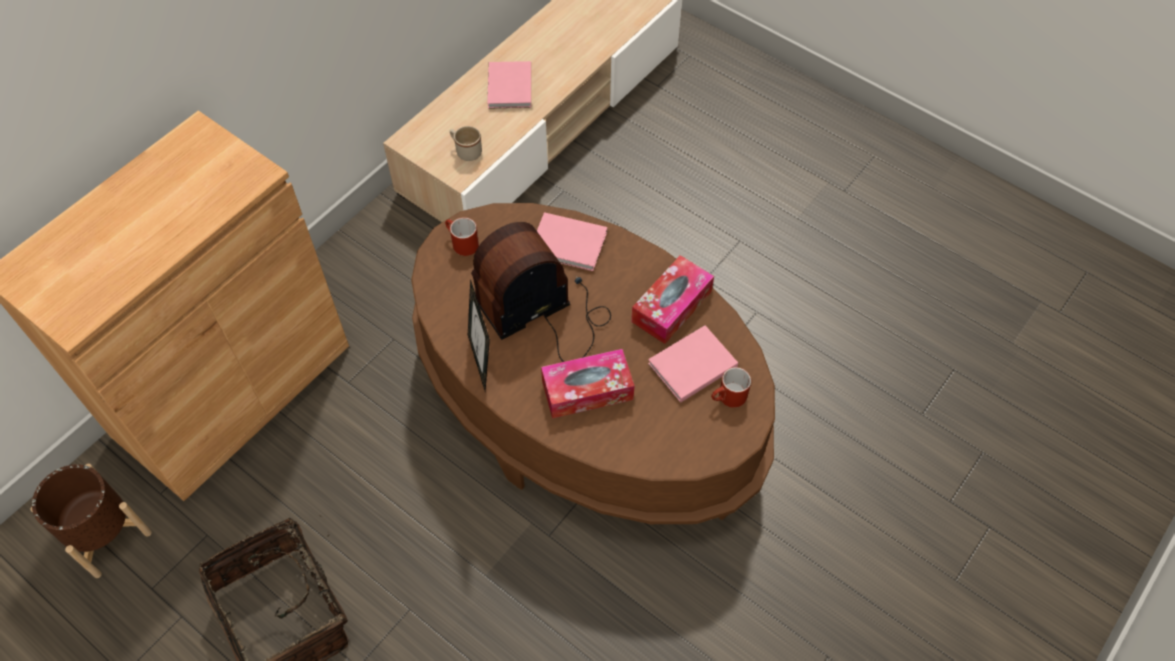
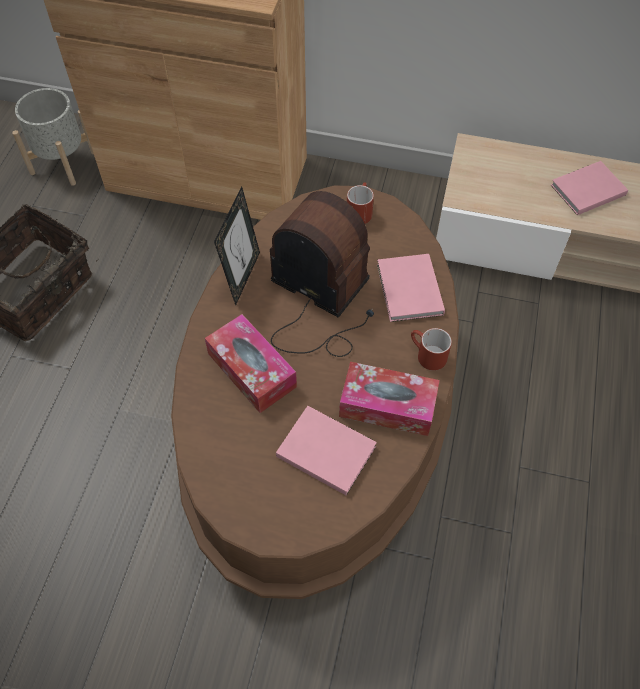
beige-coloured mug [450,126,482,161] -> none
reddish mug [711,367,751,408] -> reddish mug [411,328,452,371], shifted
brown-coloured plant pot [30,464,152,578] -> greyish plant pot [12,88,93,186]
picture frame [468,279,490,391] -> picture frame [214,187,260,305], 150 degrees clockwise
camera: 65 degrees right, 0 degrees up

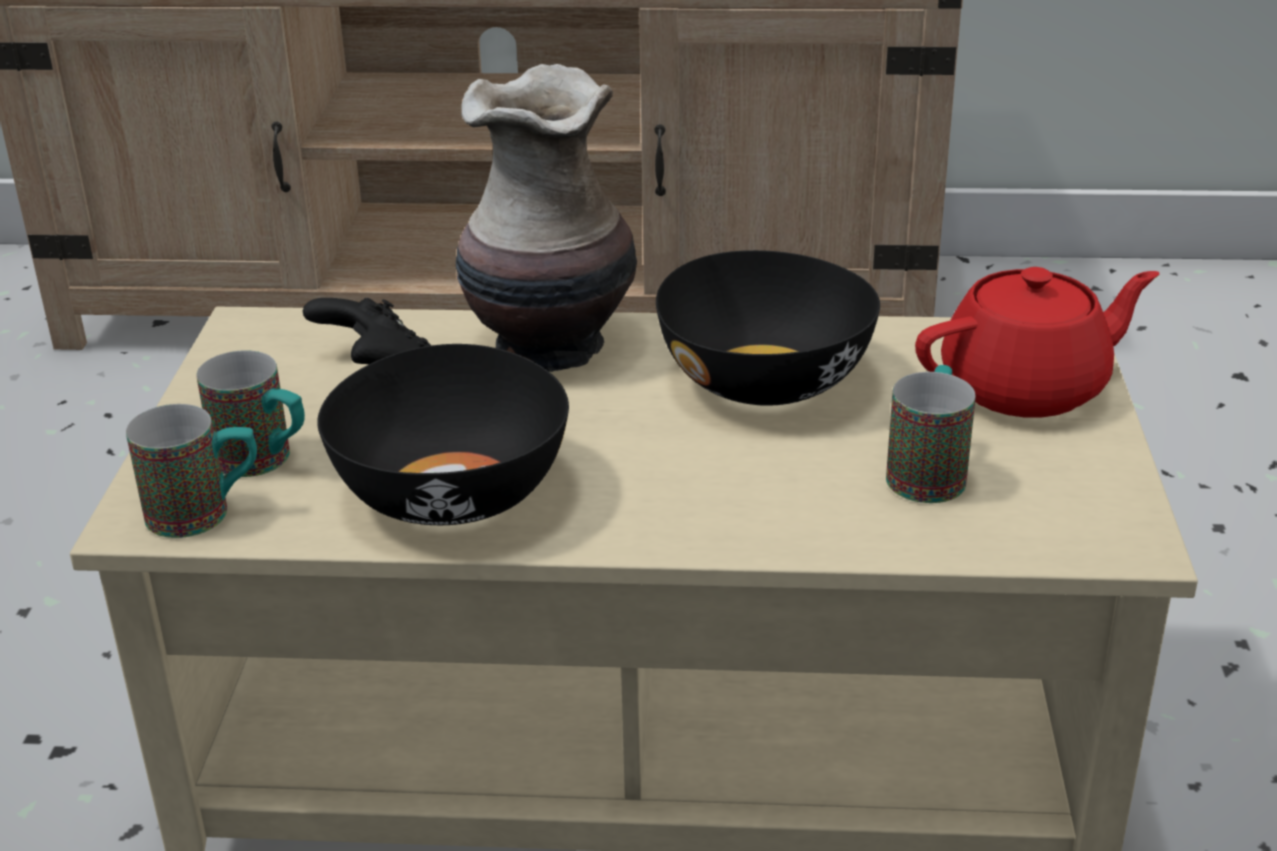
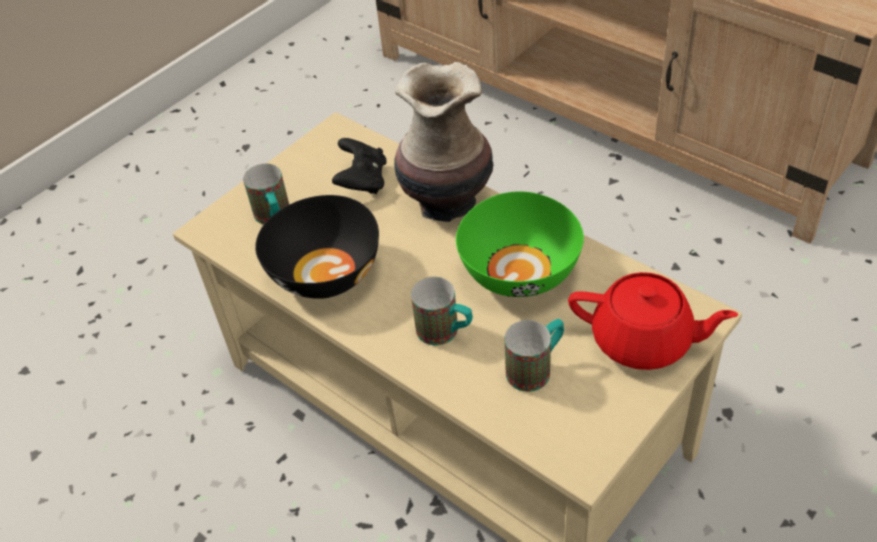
mug [126,404,257,538] -> mug [411,277,473,345], shifted
black-coloured bowl [656,250,880,406] -> green bowl [456,192,584,297]
camera: 40 degrees right, 15 degrees up

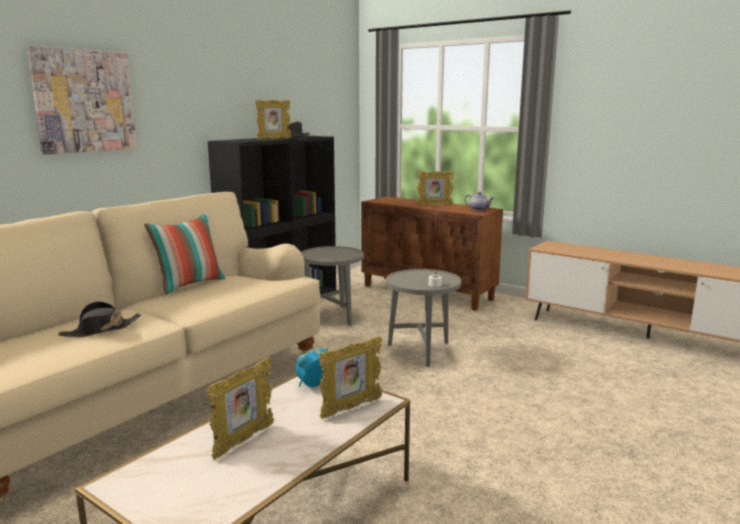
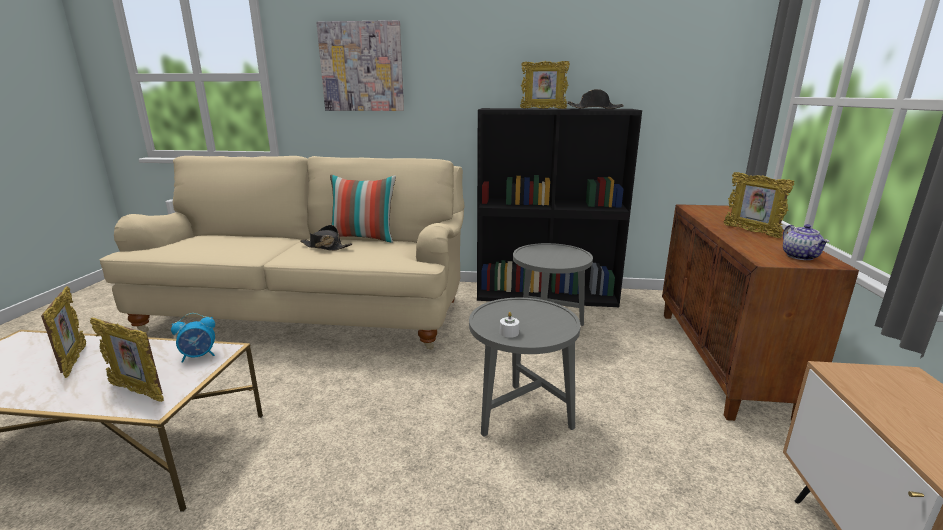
black-coloured clothing hat [58,302,141,337] -> black-coloured clothing hat [300,225,352,251], shifted
picture frame [207,357,274,459] -> picture frame [41,286,86,378], 120 degrees counterclockwise
alarm clock [296,346,329,387] -> alarm clock [171,313,215,363], 135 degrees clockwise
camera: 60 degrees right, 5 degrees up

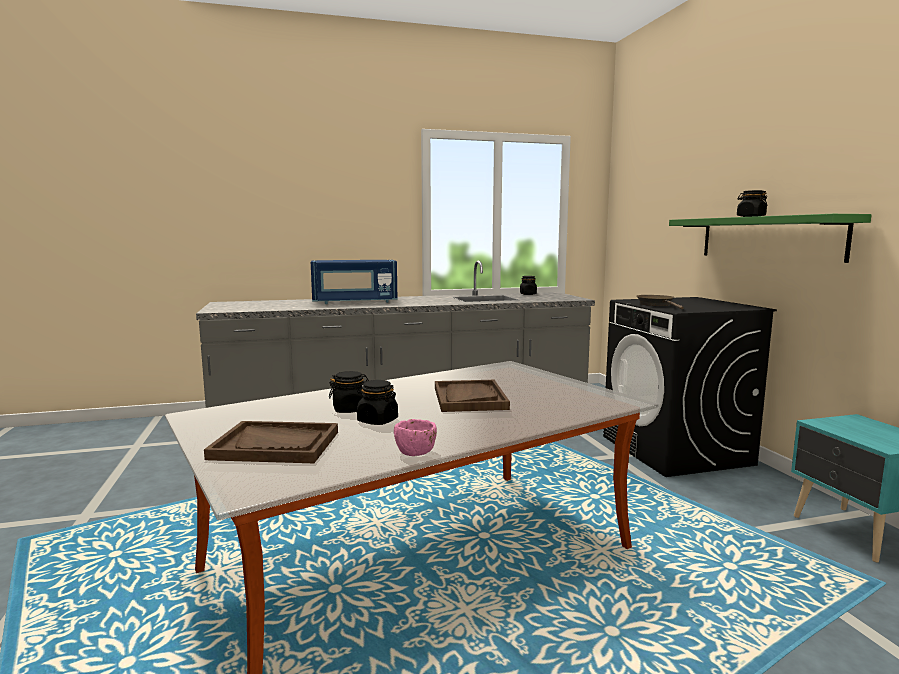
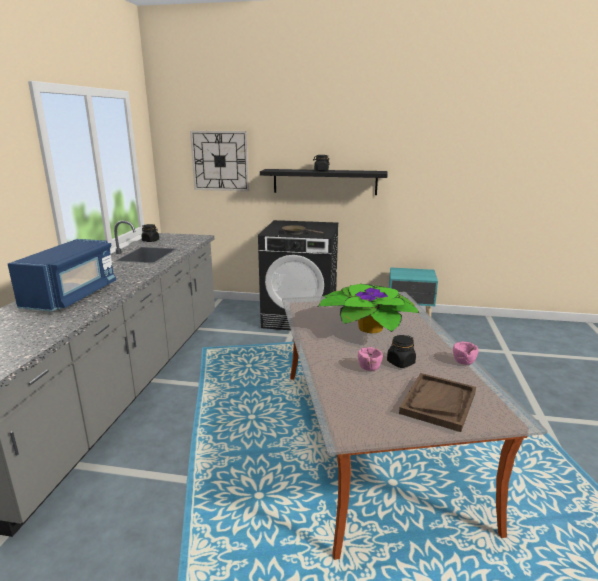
none -> hanging clock [190,131,249,191]
black-coloured jar [329,371,369,413] -> pink-coloured bowl [358,347,383,371]
brown-coloured serving tray [435,380,510,412] -> plant in a pot [318,284,419,333]
green bracket shelf [669,214,872,263] -> black-coloured bracket shelf [260,169,388,195]
camera: 65 degrees left, 10 degrees up

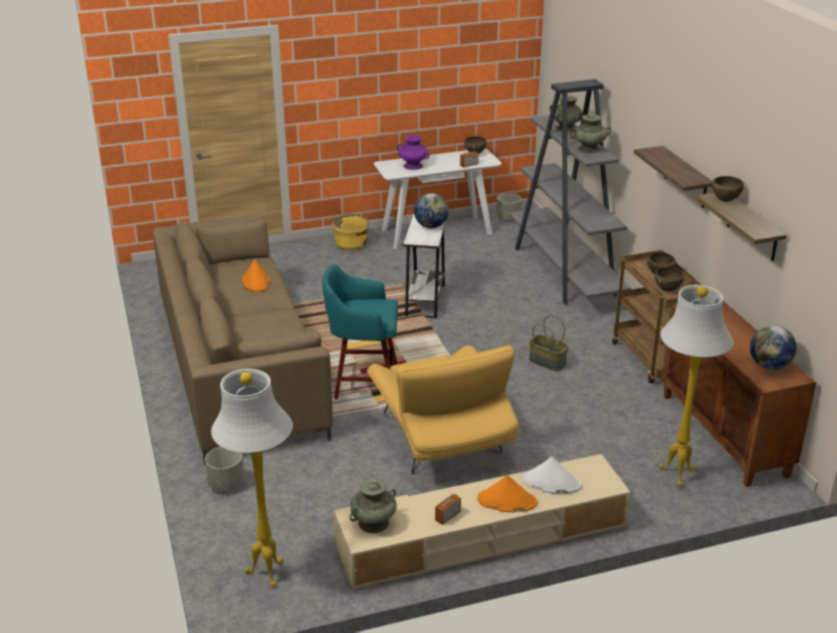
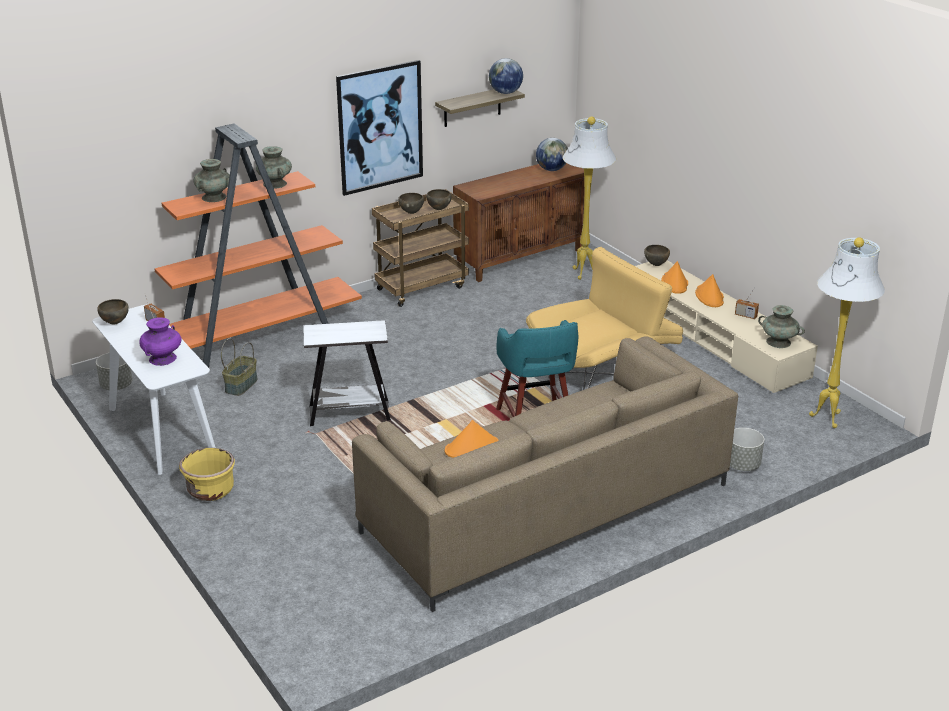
desk globe [414,193,449,229] -> desk globe [489,58,523,94], shifted
storage basket [529,315,569,371] -> storage basket [221,338,258,396], shifted
brown-coloured bowl [712,176,744,202] -> brown-coloured bowl [644,245,670,266], shifted
bracket shelf [634,146,713,208] -> picture [336,60,423,196]
greyish bookcase [509,79,631,305] -> orange-coloured bookcase [155,123,362,368]
whitish clothing hat [523,457,581,494] -> orange-coloured clothing hat [661,261,688,294]
camera: 105 degrees left, 0 degrees up

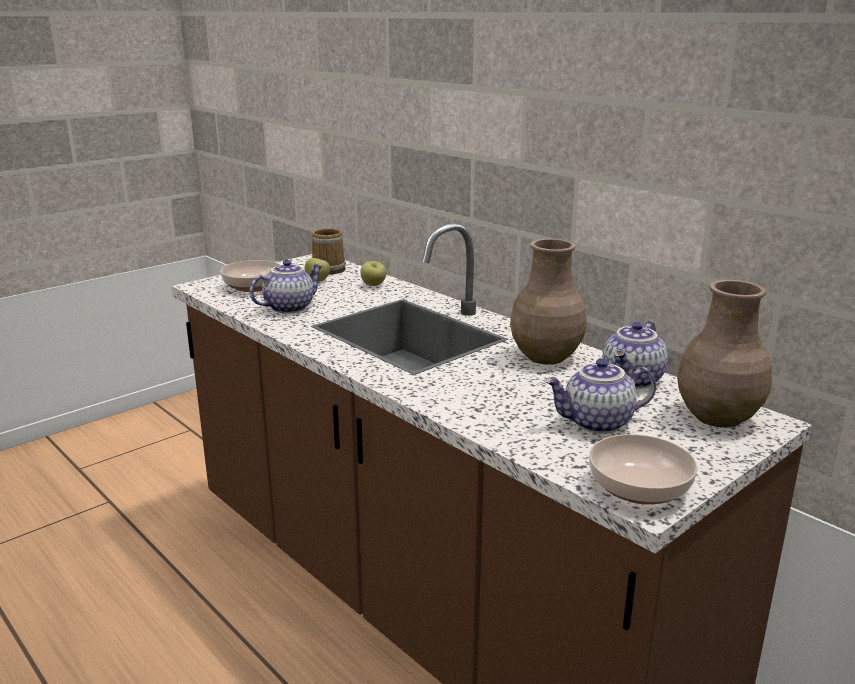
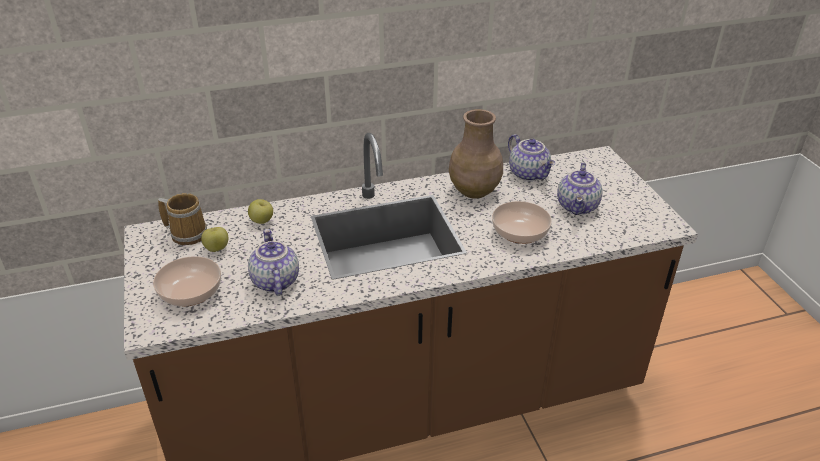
brown-coloured vase [677,280,772,428] -> none
bowl [589,434,698,504] -> bowl [492,201,552,244], shifted
camera: 65 degrees left, 15 degrees up

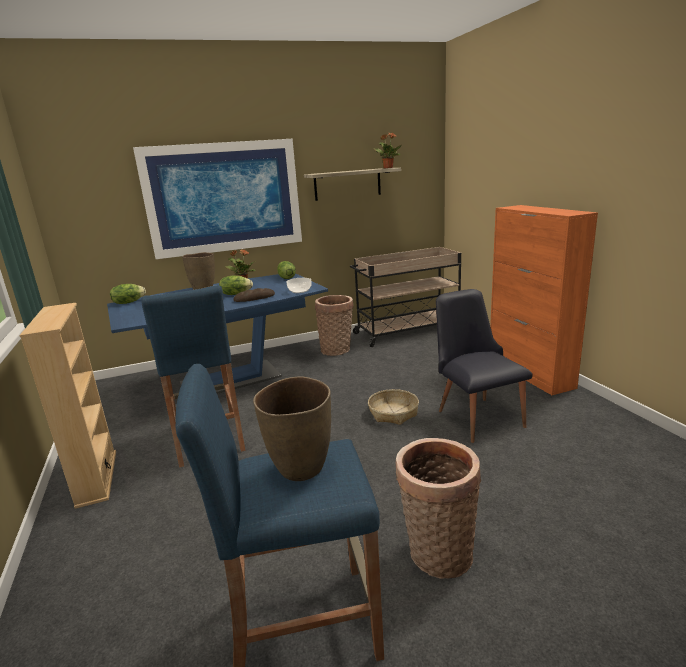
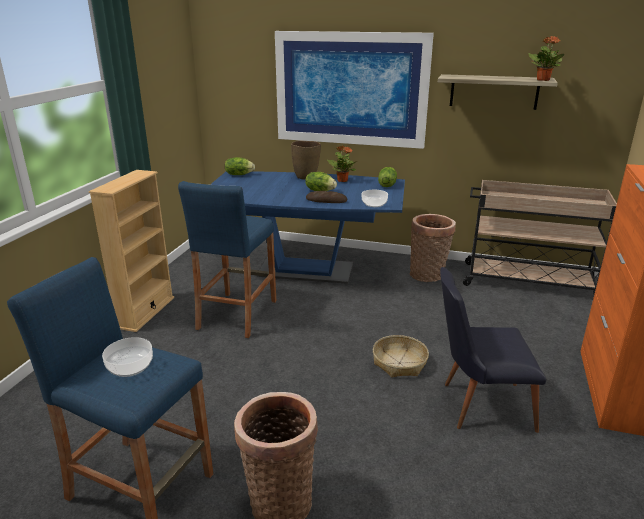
brown-coloured vase [253,376,331,481] -> bowl [102,337,153,377]
black-coloured chair [436,289,533,443] -> black-coloured chair [440,267,546,433], 105 degrees counterclockwise
camera: 35 degrees right, 5 degrees up

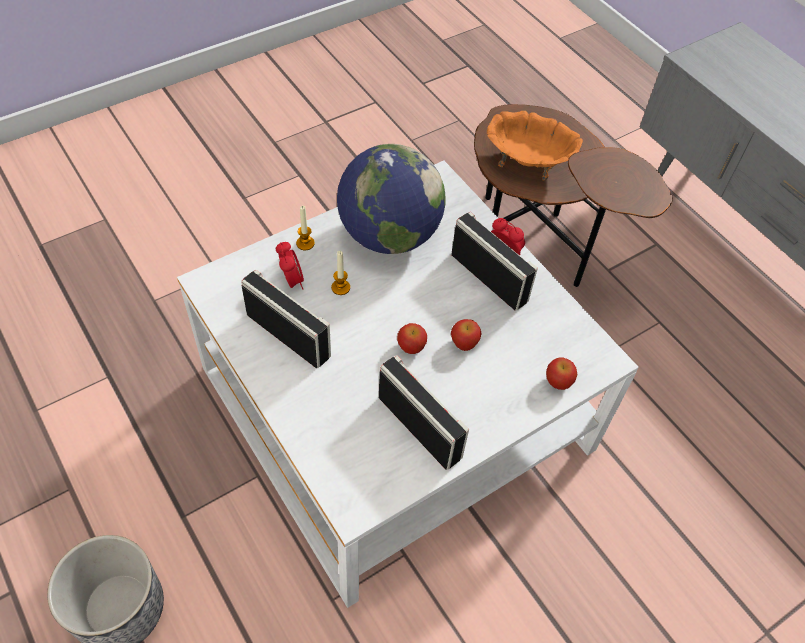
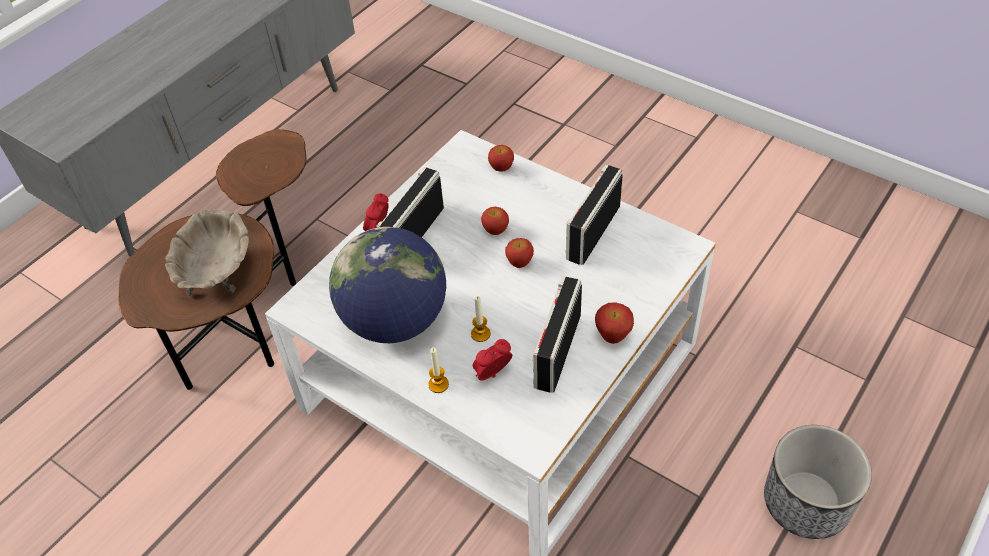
none -> apple fruit [595,302,634,344]
orange-coloured bowl [487,111,583,181] -> beige-coloured bowl [165,210,249,296]
camera: 105 degrees left, 5 degrees down

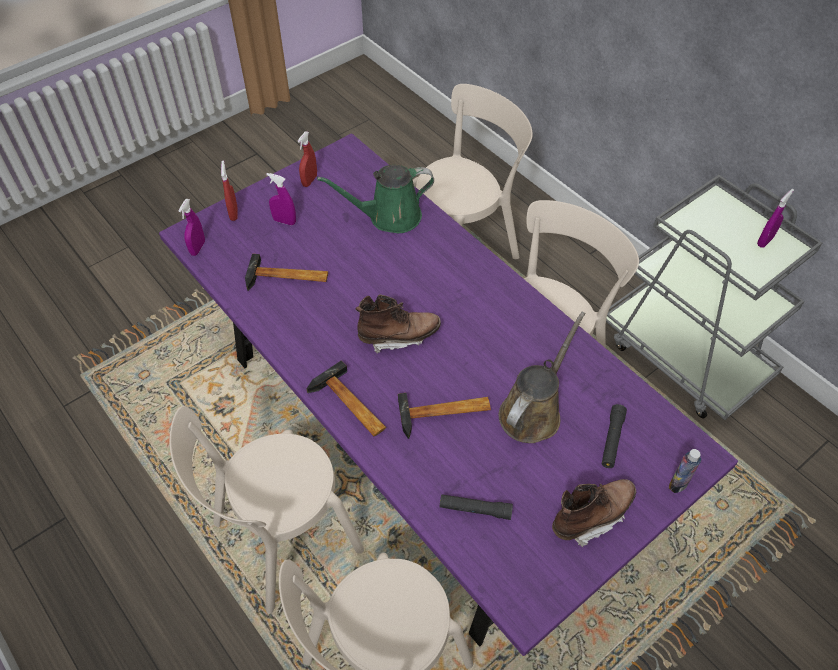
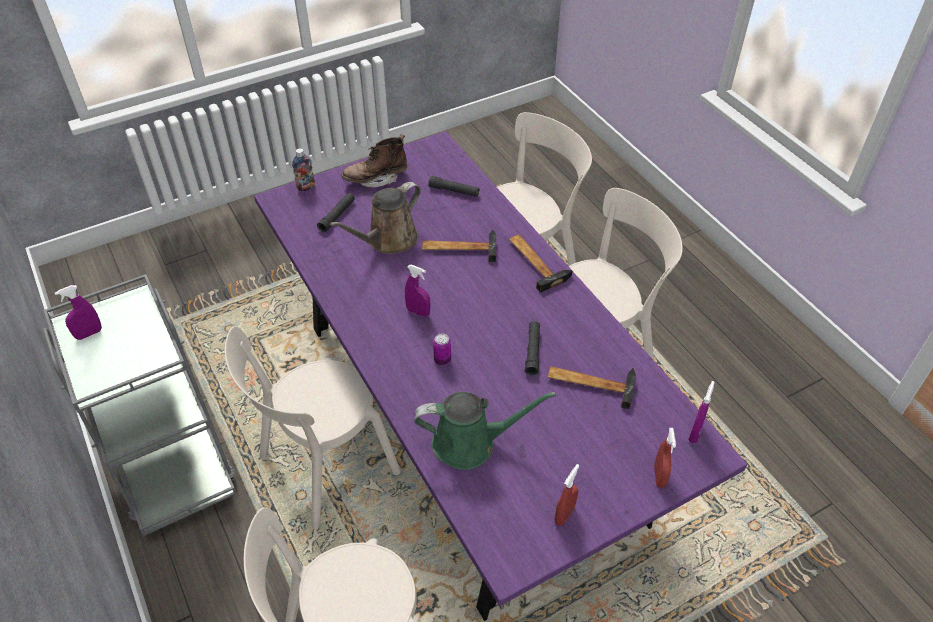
brown-coloured tall boot [355,294,441,354] -> none
none -> sealed can [433,333,451,365]
none -> black-coloured hand torch [525,321,540,375]
purple hand sprayer [266,173,296,225] -> purple hand sprayer [405,265,430,317], shifted
camera: 170 degrees left, 5 degrees down

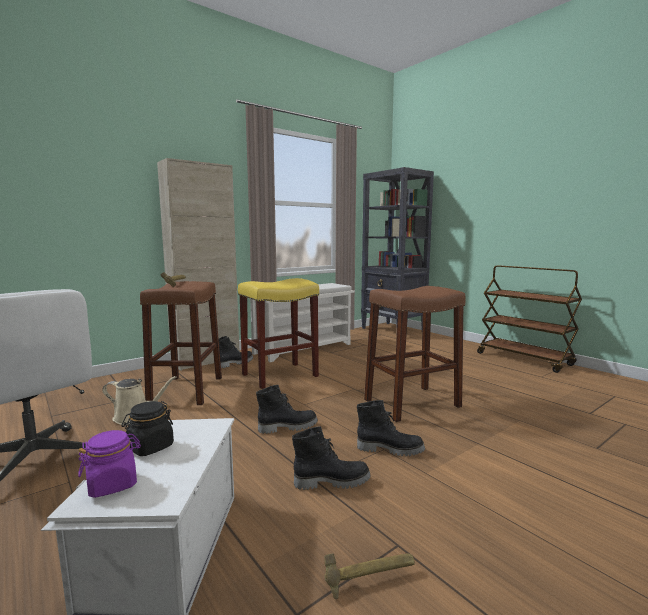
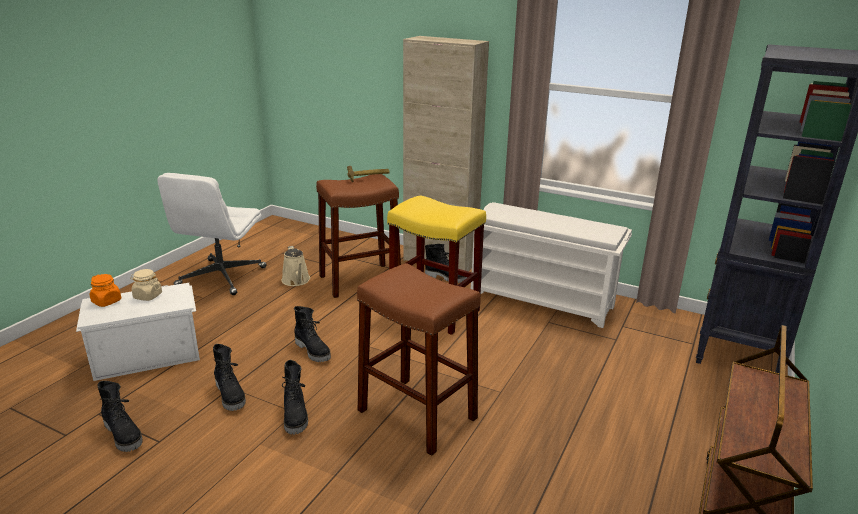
hand hammer [324,553,415,599] -> black-coloured tall boot [97,381,143,452]
purple jar [78,430,141,498] -> orange-coloured jar [90,274,121,307]
black-coloured jar [121,401,174,456] -> beige-coloured jar [130,269,162,301]
camera: 65 degrees right, 15 degrees up

